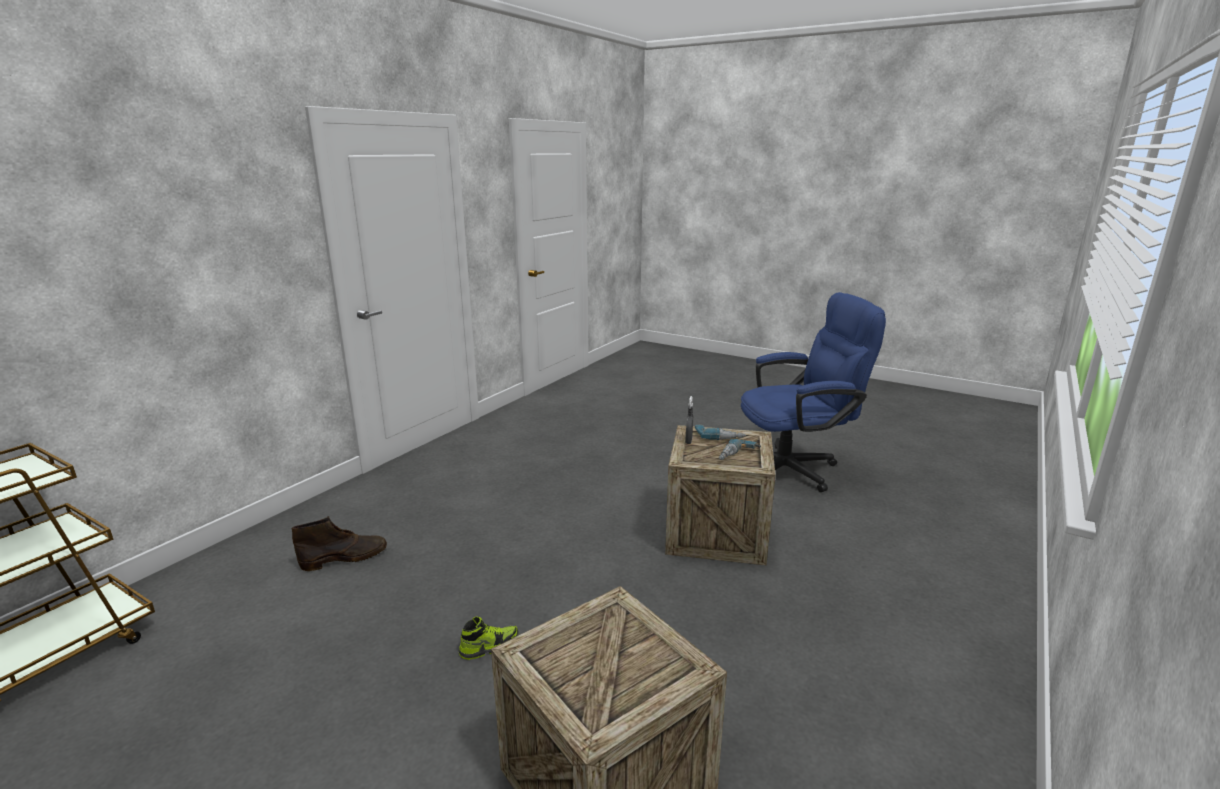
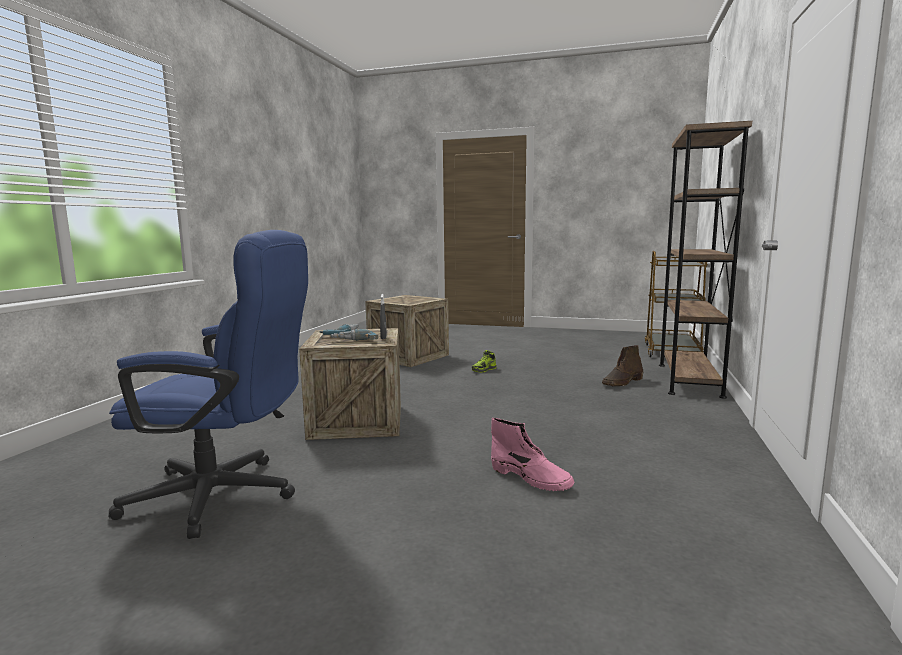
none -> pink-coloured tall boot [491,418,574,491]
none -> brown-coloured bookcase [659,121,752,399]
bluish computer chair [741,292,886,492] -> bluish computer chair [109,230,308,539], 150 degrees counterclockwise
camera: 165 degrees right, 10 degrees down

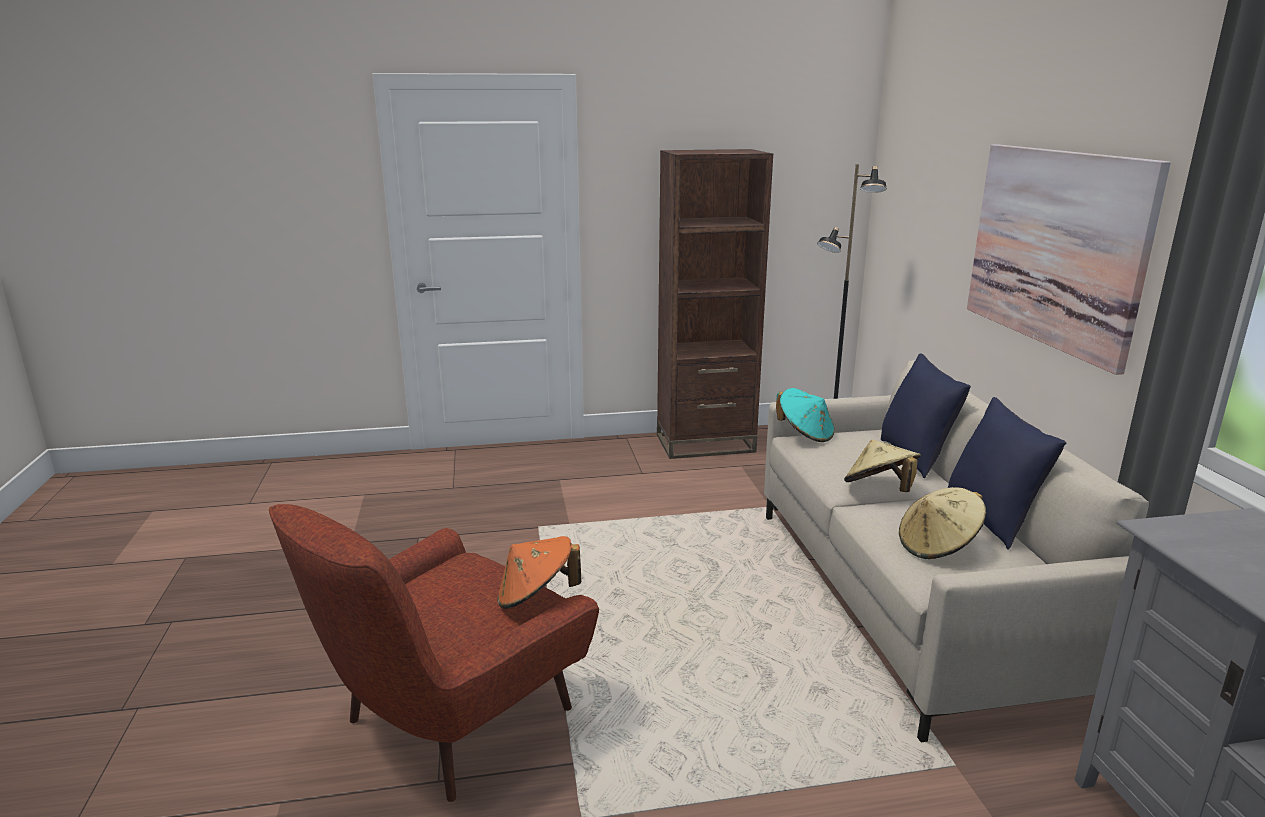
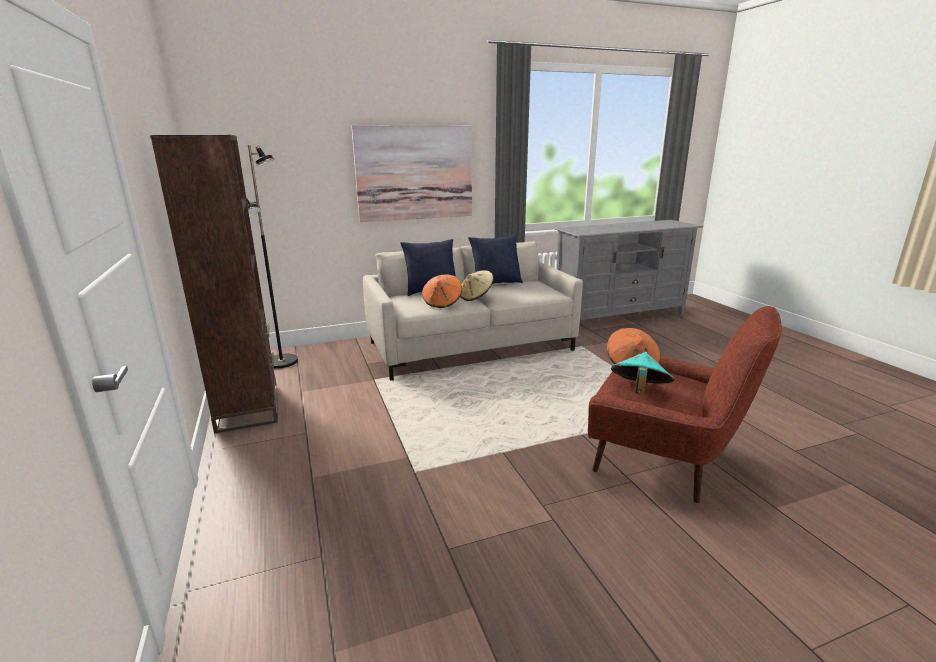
beige-coloured clothing hat [899,487,986,559] -> none
none -> orange-coloured clothing hat [422,274,462,308]
turquoise-coloured clothing hat [776,388,835,442] -> turquoise-coloured clothing hat [611,352,674,395], shifted
camera: 100 degrees left, 0 degrees up

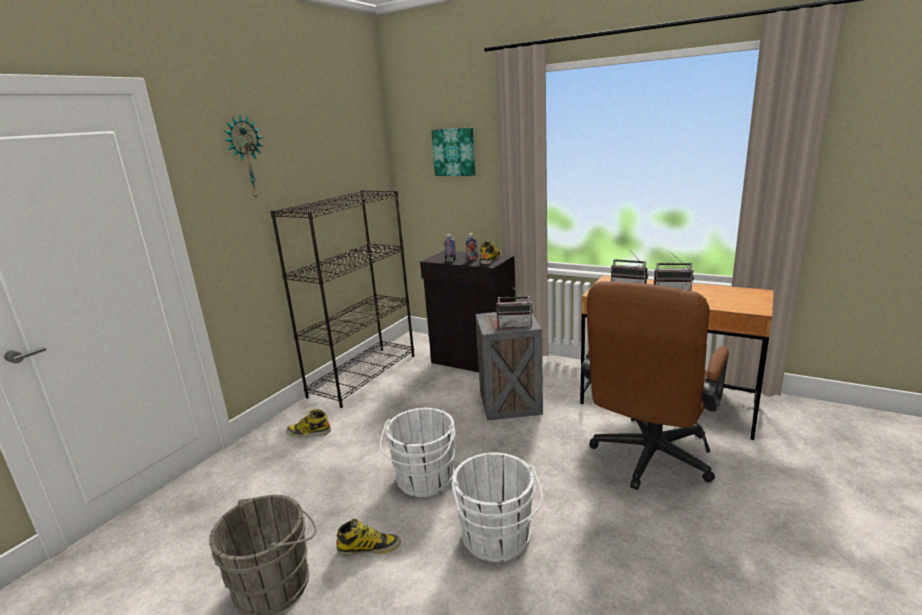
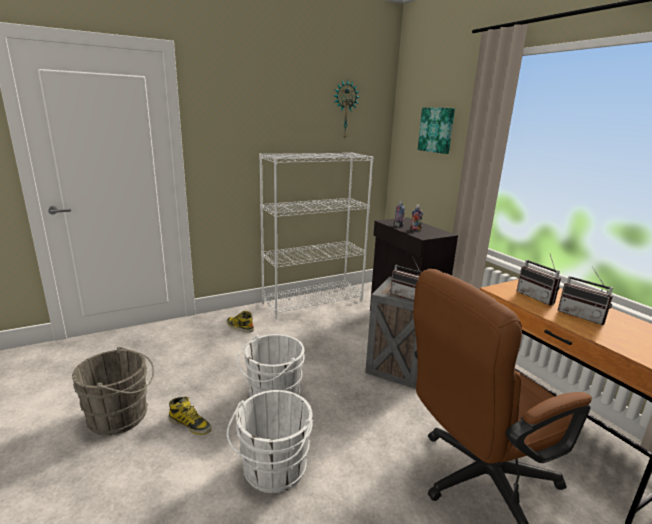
tall boot [480,241,502,264] -> none
hanging clock [224,115,263,200] -> hanging clock [334,80,360,138], shifted
black-coloured bookcase [270,190,414,408] -> whitish bookcase [259,152,374,319]
camera: 30 degrees right, 0 degrees up

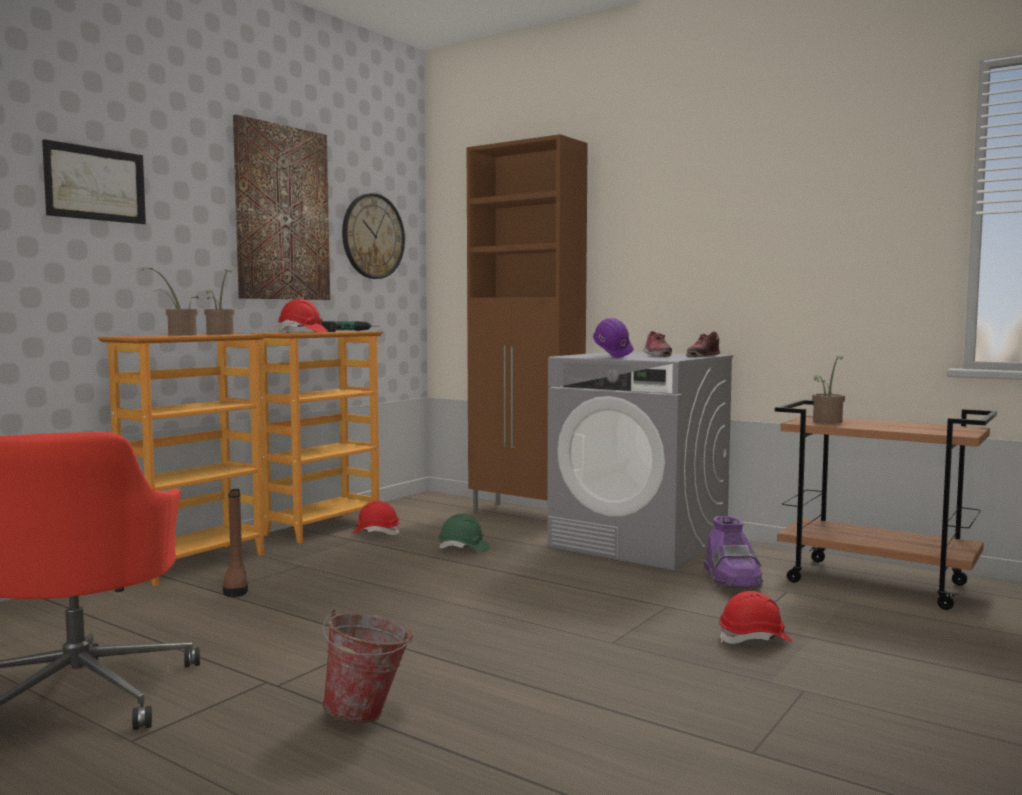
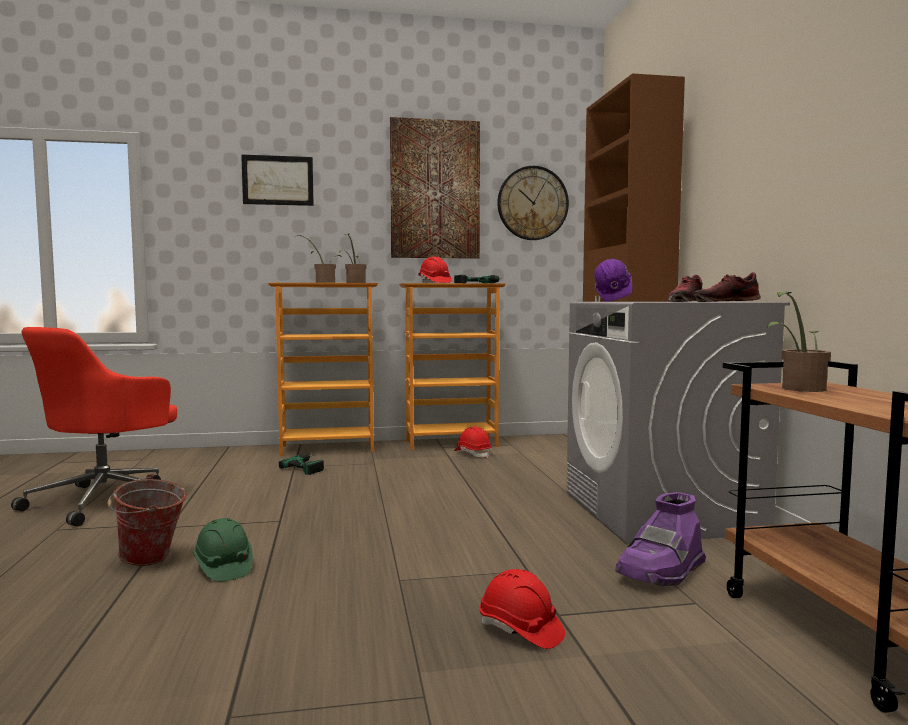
green work helmet [438,514,490,552] -> green work helmet [193,518,253,582], shifted
brown-coloured tall boot [223,489,248,597] -> power drill [279,454,324,475]
camera: 45 degrees right, 0 degrees up

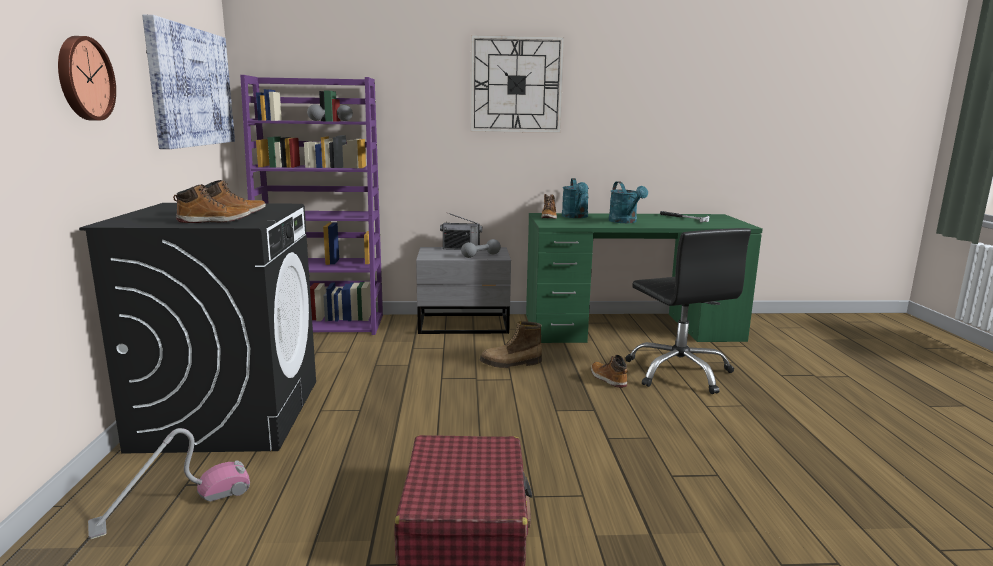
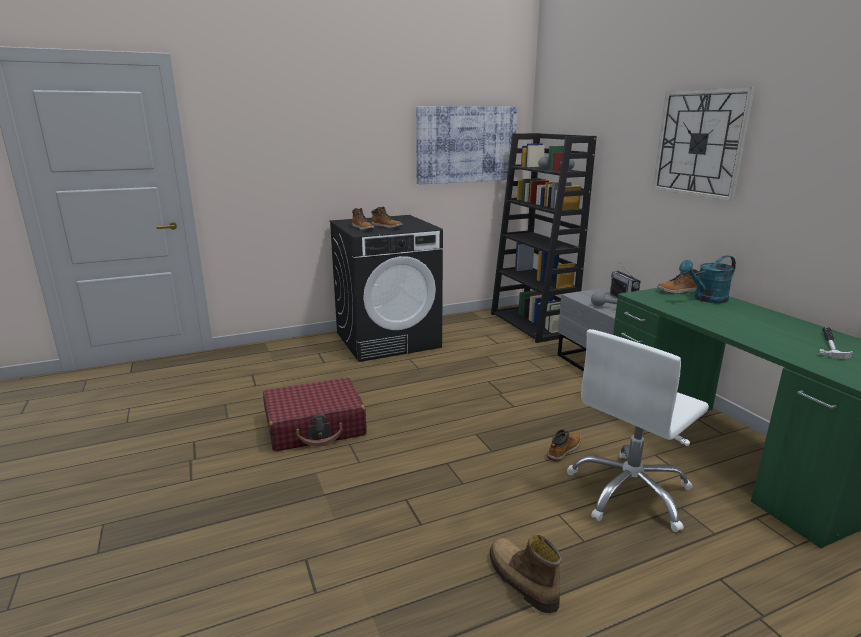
hanging clock [58,36,116,121] -> none
vacuum cleaner [88,428,250,539] -> none
turquoise-coloured watering pot [609,181,648,223] -> none
tall boot [480,321,542,368] -> tall boot [490,535,562,613], shifted
purple bookcase [240,75,383,335] -> black-coloured bookcase [491,133,597,343]
black-coloured computer chair [625,228,751,394] -> whitish computer chair [567,329,709,532]
camera: 70 degrees right, 5 degrees up

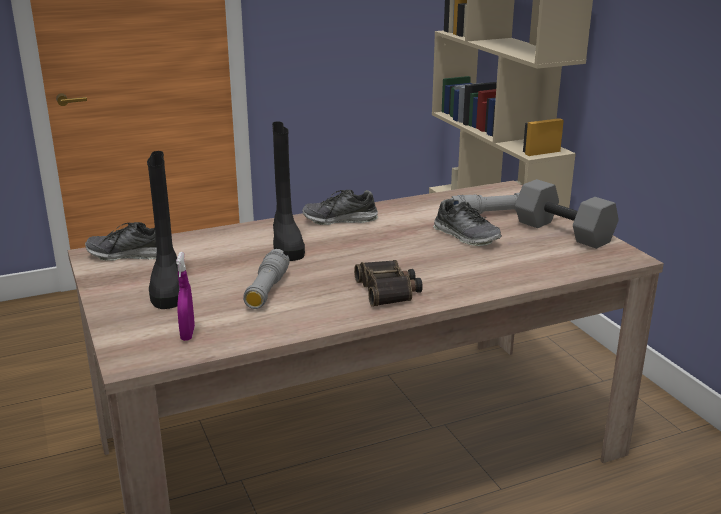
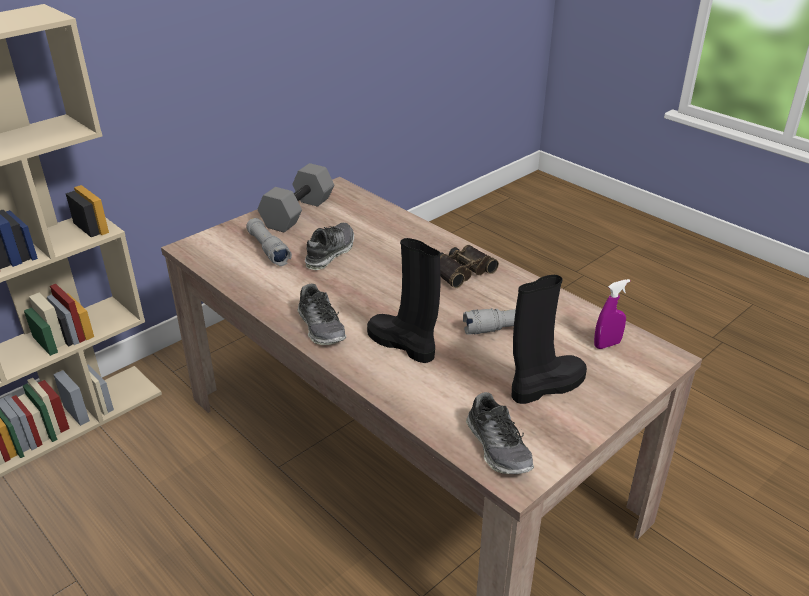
black-coloured tall boot [272,122,305,261] -> black-coloured tall boot [367,238,440,363], 105 degrees counterclockwise
camera: 110 degrees left, 10 degrees up

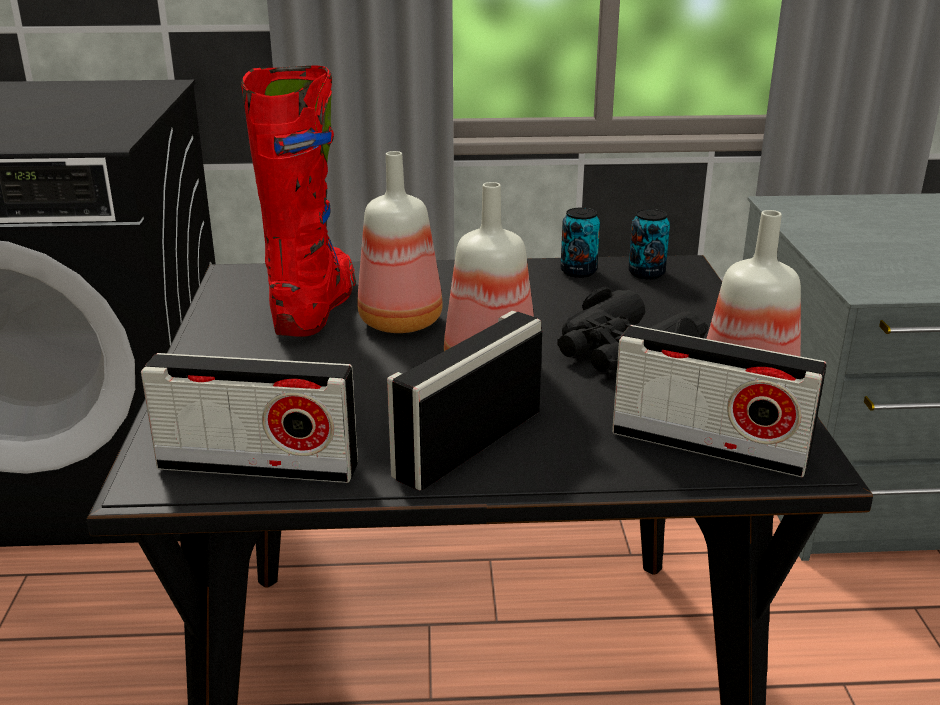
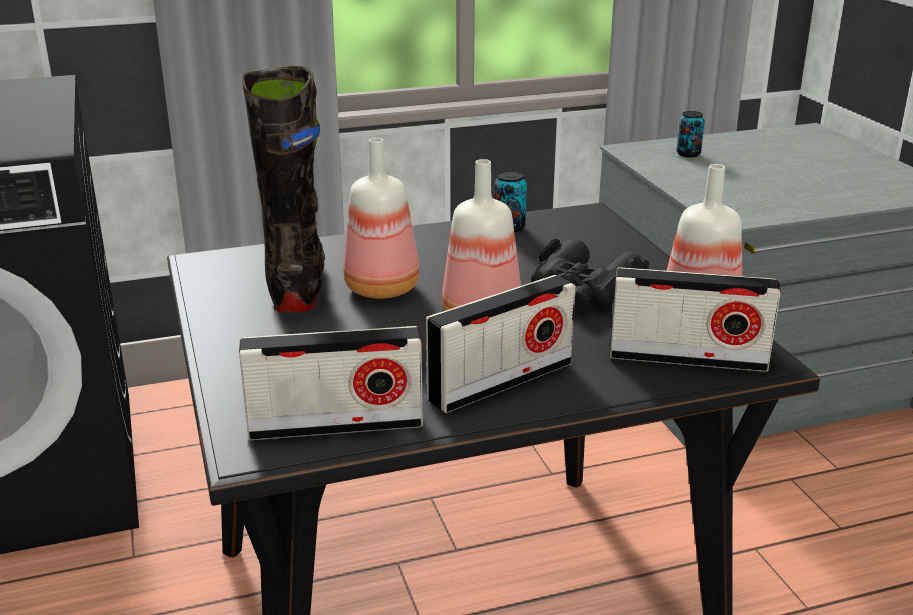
sealed can [628,209,670,279] -> sealed can [677,111,705,157], shifted
reddish tall boot [241,66,356,337] -> black-coloured tall boot [242,66,325,312]
radio receiver [387,311,542,491] -> radio receiver [426,275,576,413], 150 degrees counterclockwise
camera: 15 degrees left, 0 degrees up

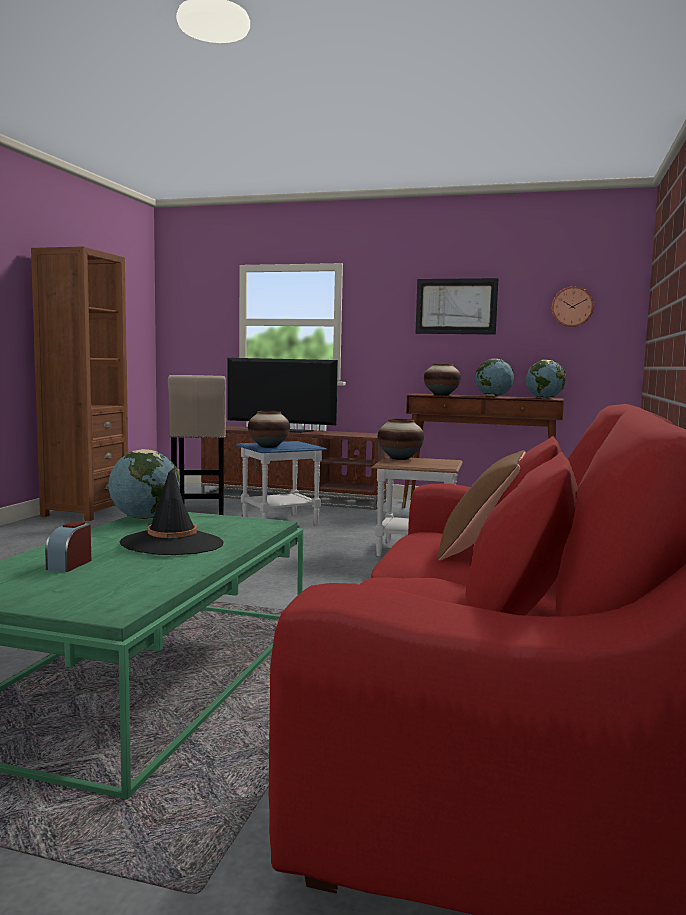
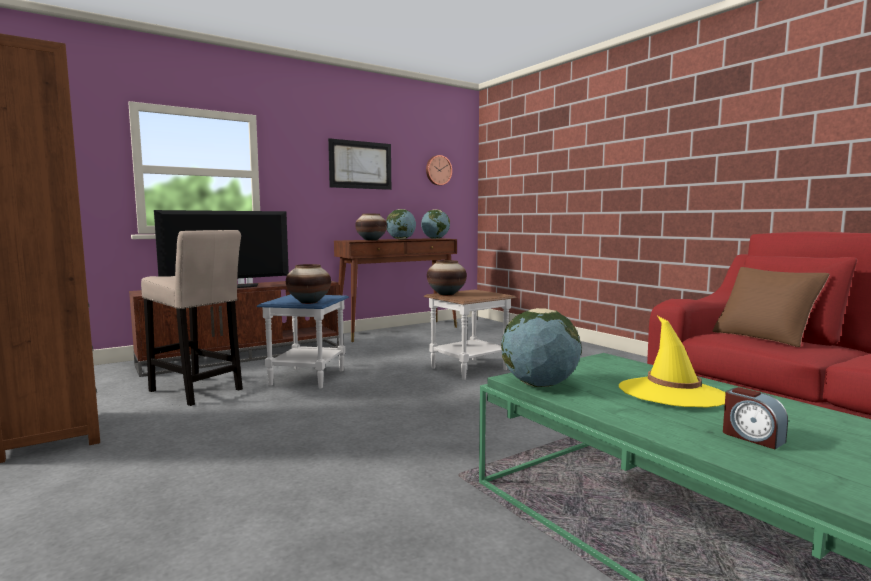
black-coloured clothing hat [120,467,224,555] -> yellow clothing hat [619,316,726,407]
camera: 50 degrees left, 0 degrees up

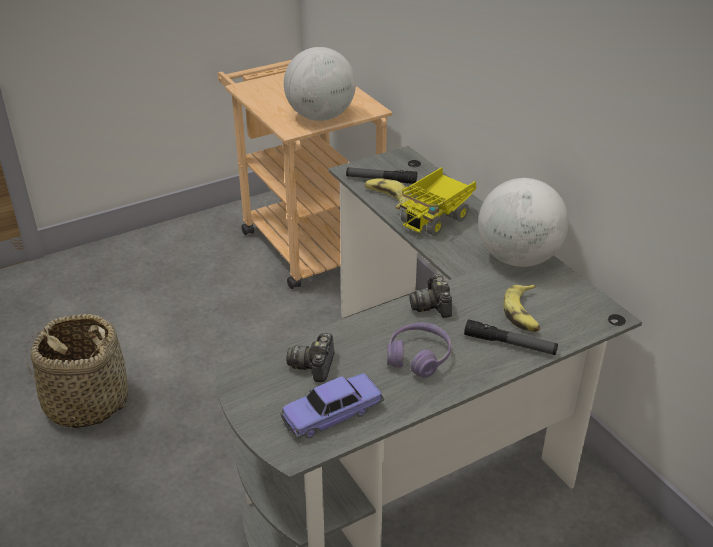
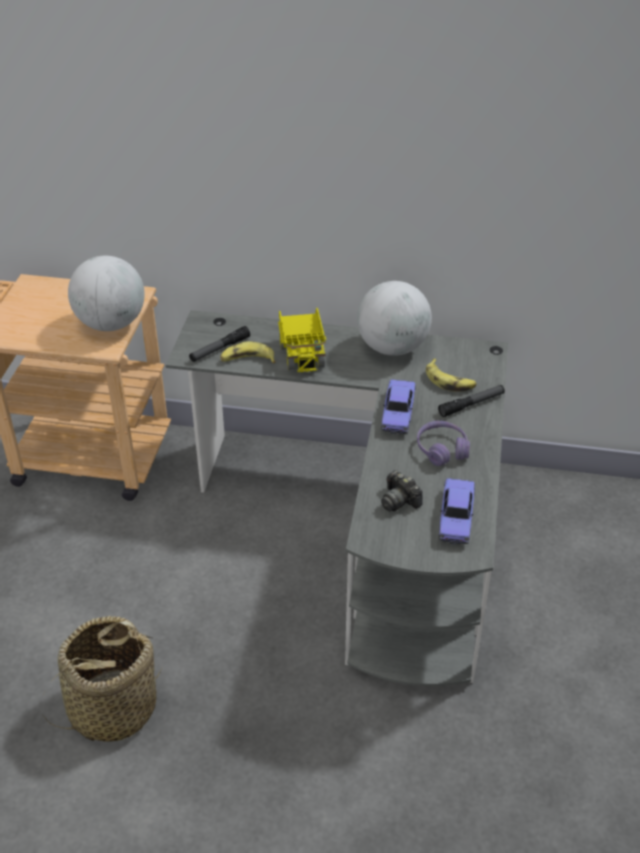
photo camera [410,274,452,318] -> model car [381,379,416,434]
camera: 50 degrees left, 5 degrees up

